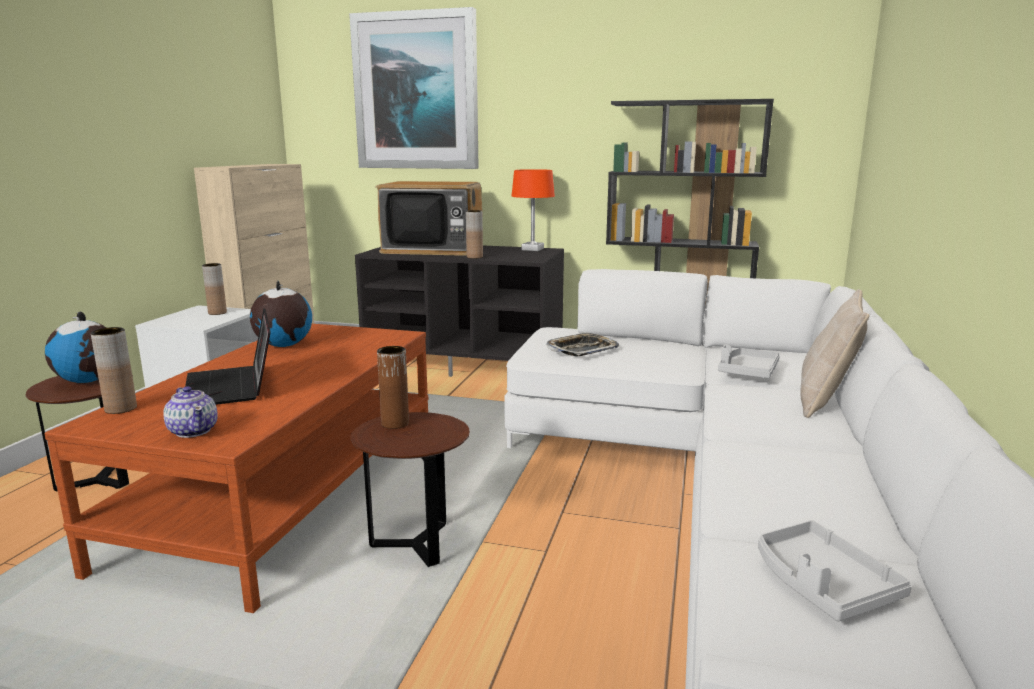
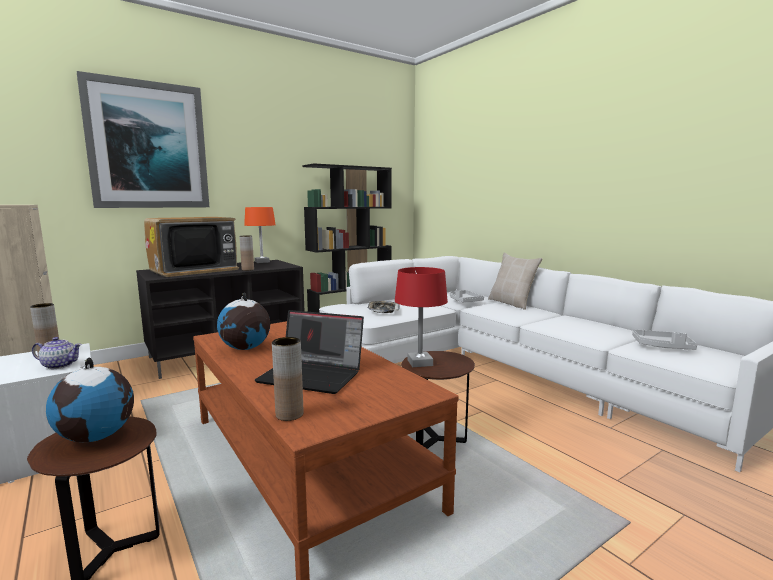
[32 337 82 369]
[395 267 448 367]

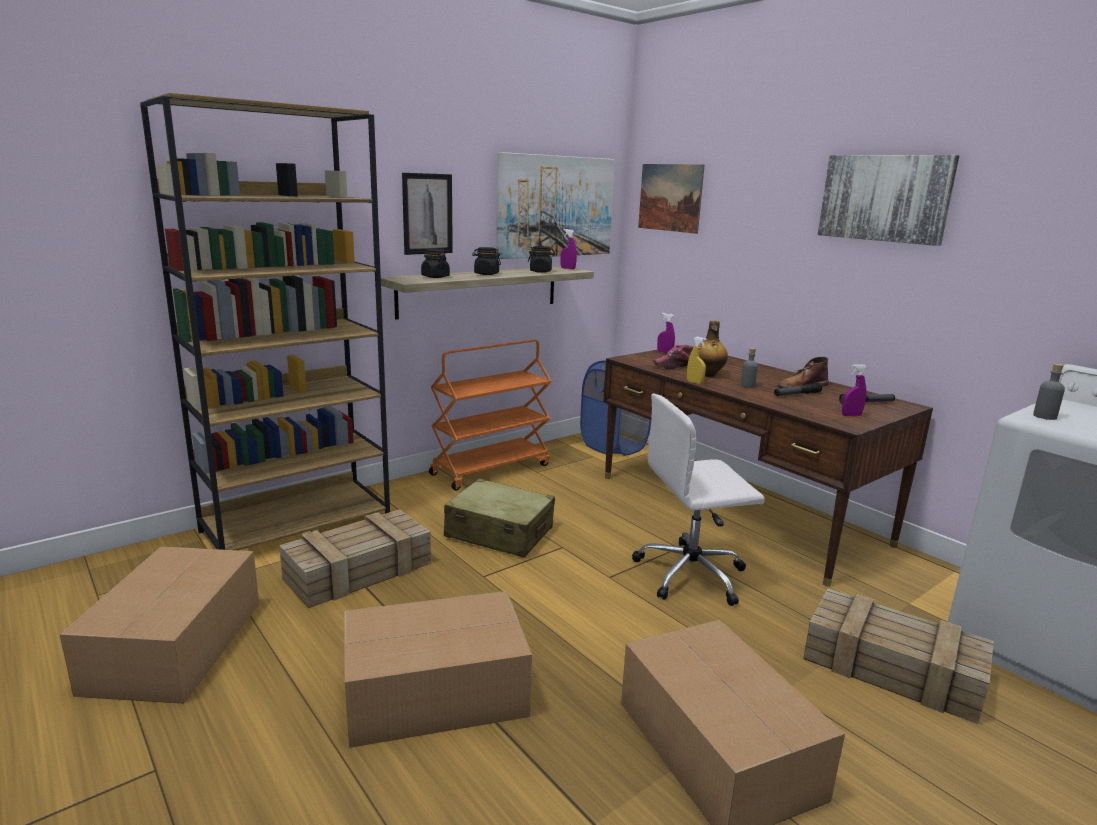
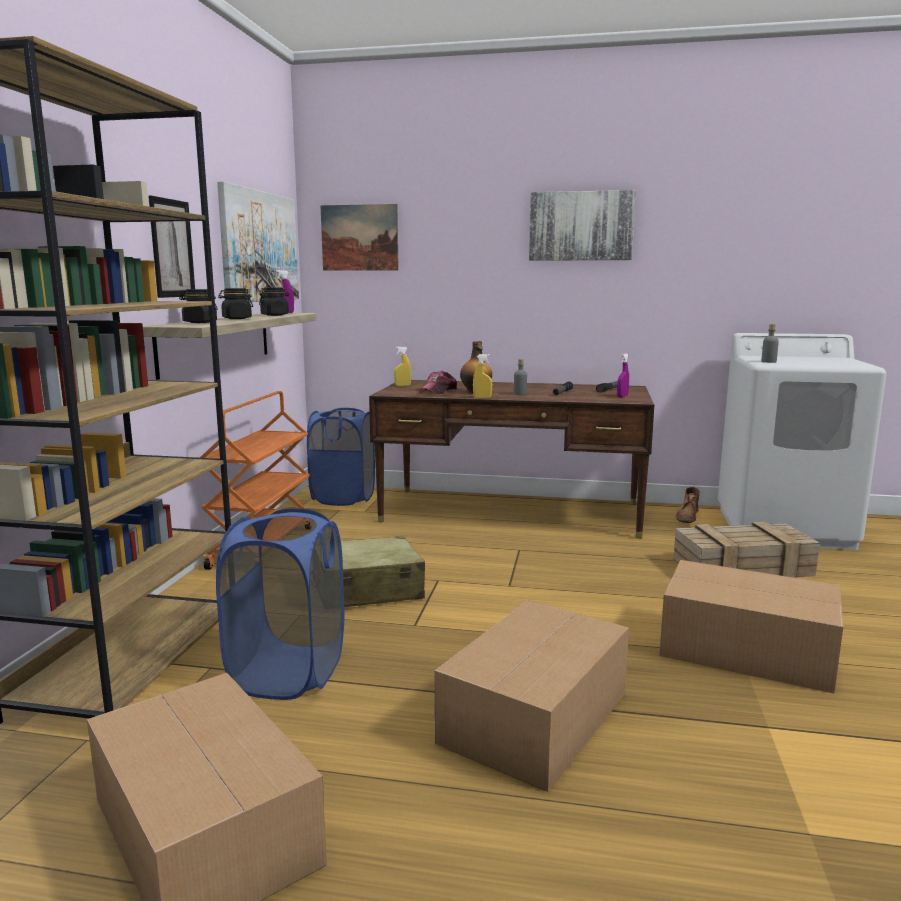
[216 508 344 700]
[394 346 411 386]
[676 487 700 523]
[632 394 765 606] (first image)

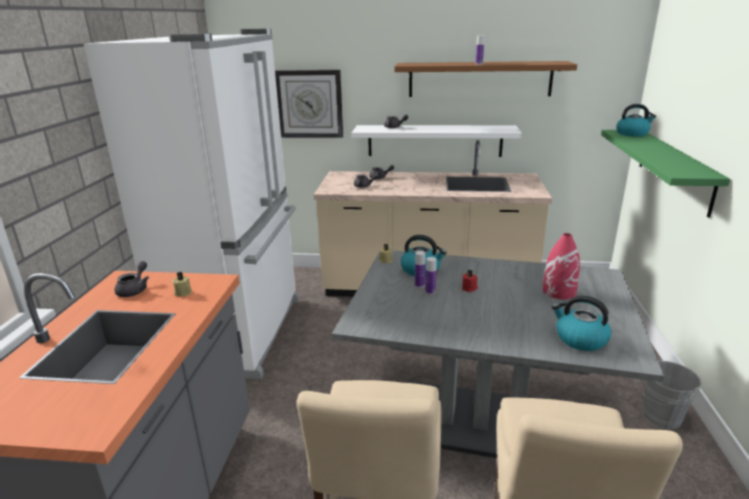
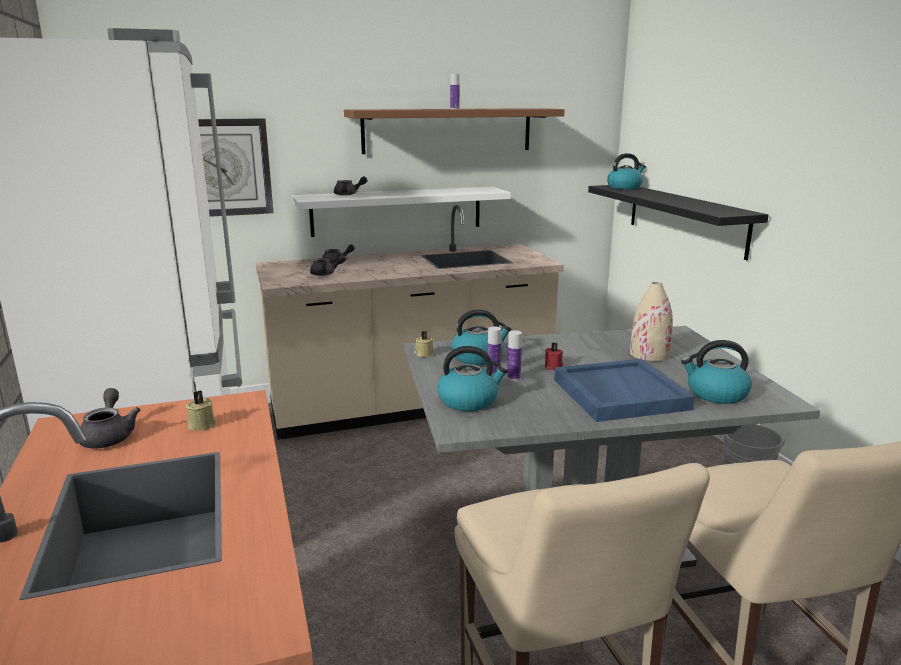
[437 346 508 411]
[554 359 695 422]
[588 185 769 260]
[630 282 673 361]

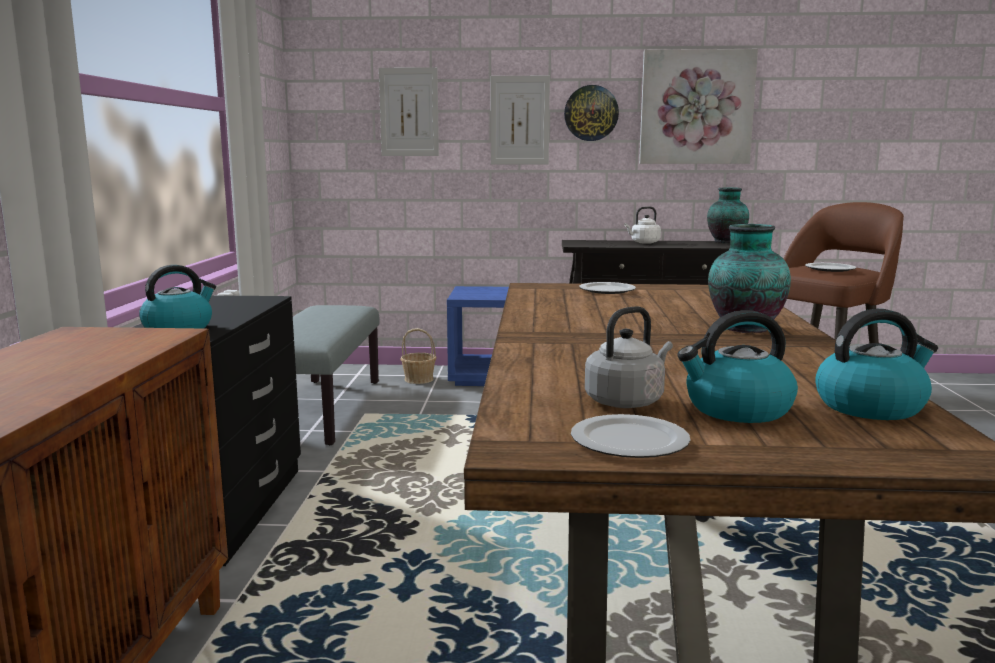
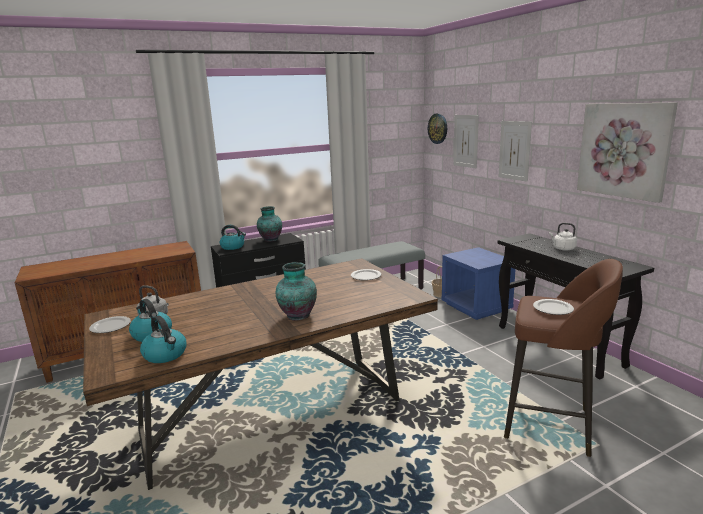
[257 206 282 242]
[428 113 447 144]

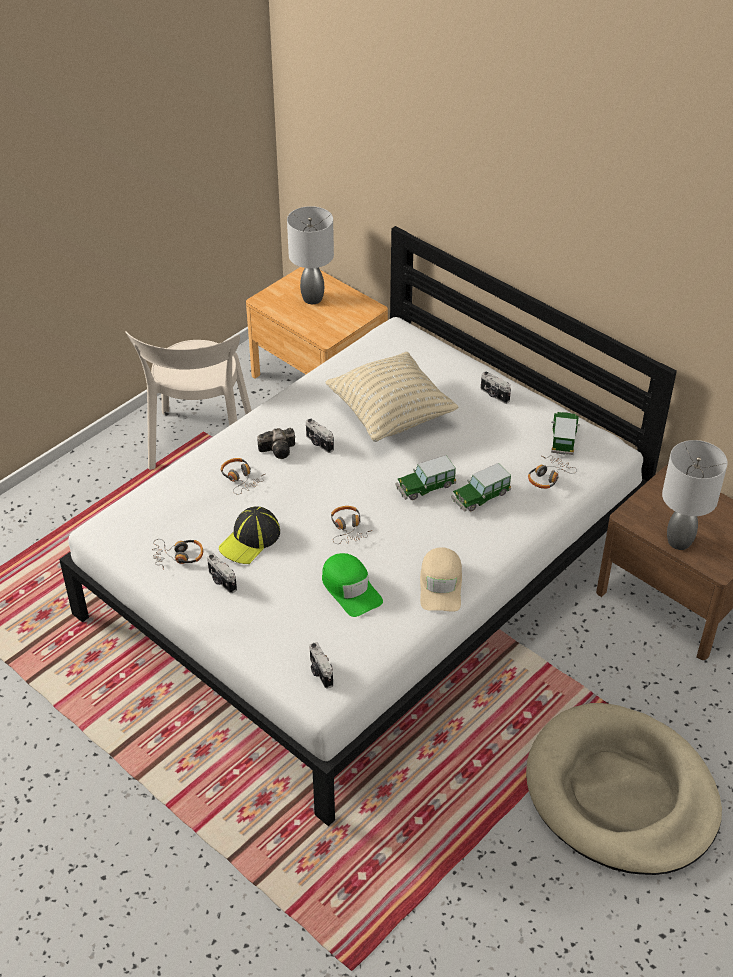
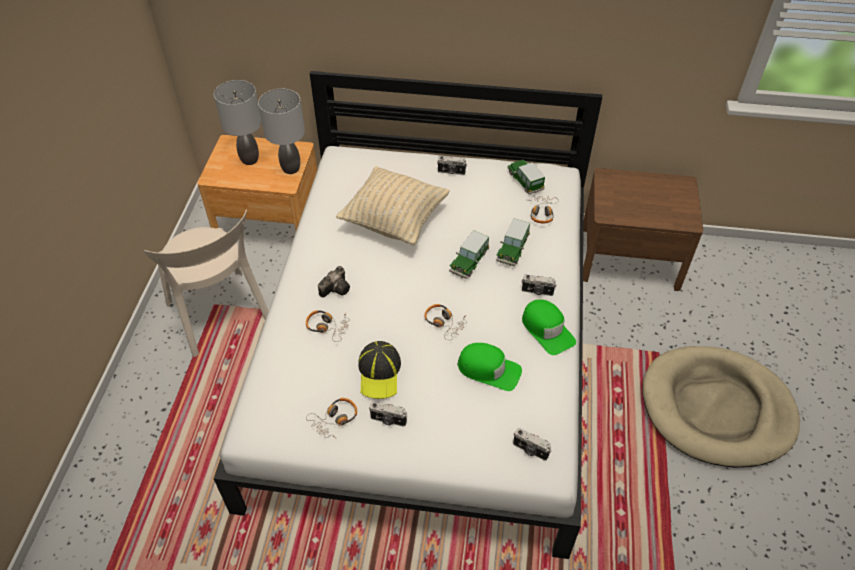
[258 89 305 174]
[522 275 557 296]
[522 299 576 355]

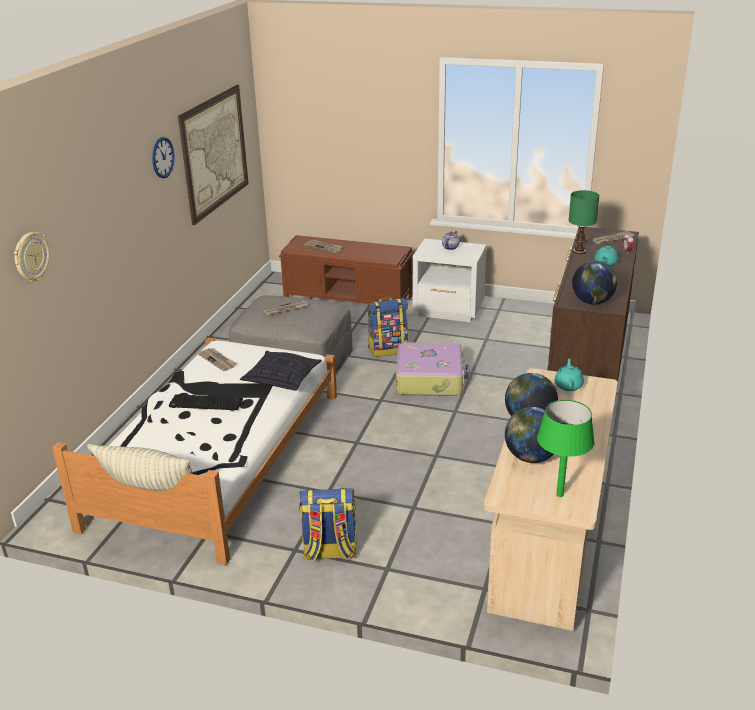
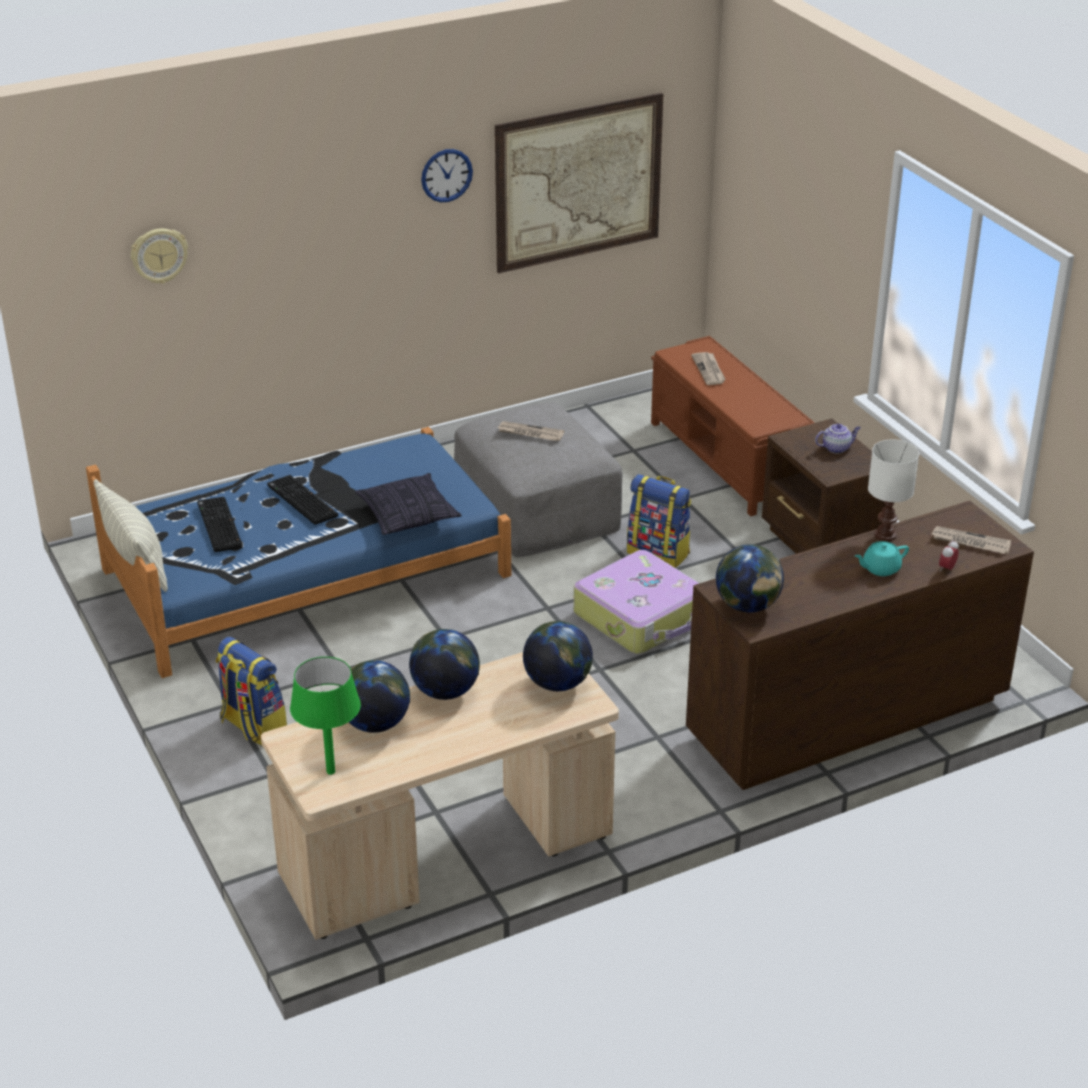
[86 427 511 678]
[197 497 243 552]
[523 621 593 691]
[762 418 886 554]
[868 439 919 541]
[198 348 236 371] (first image)

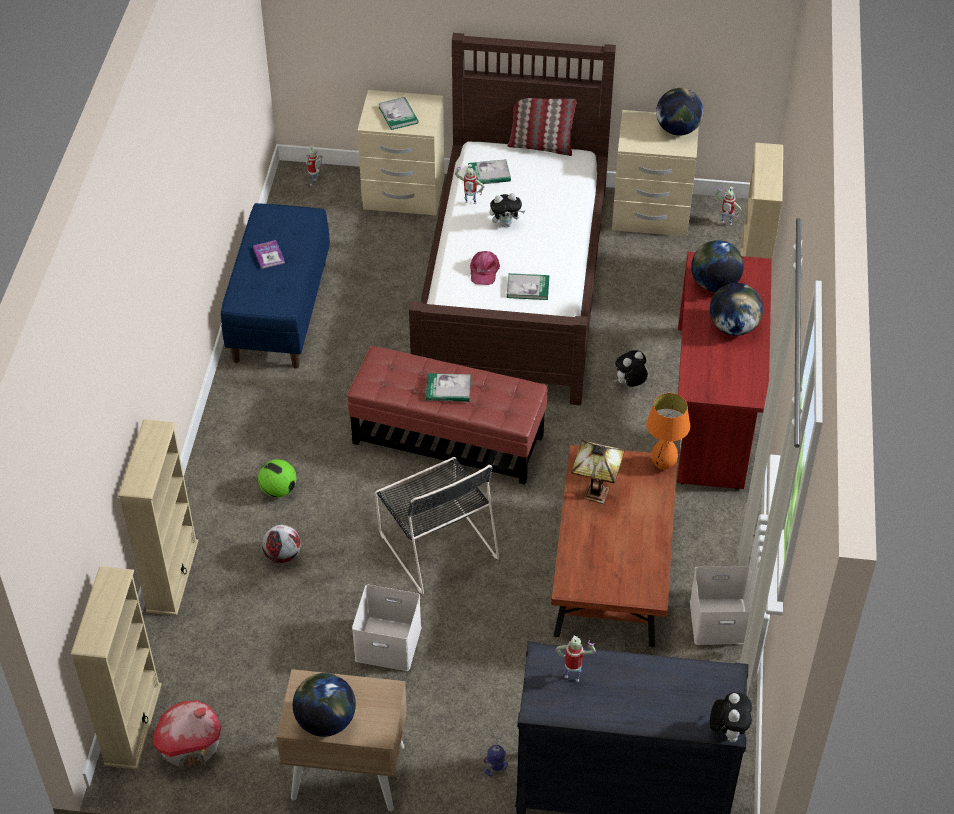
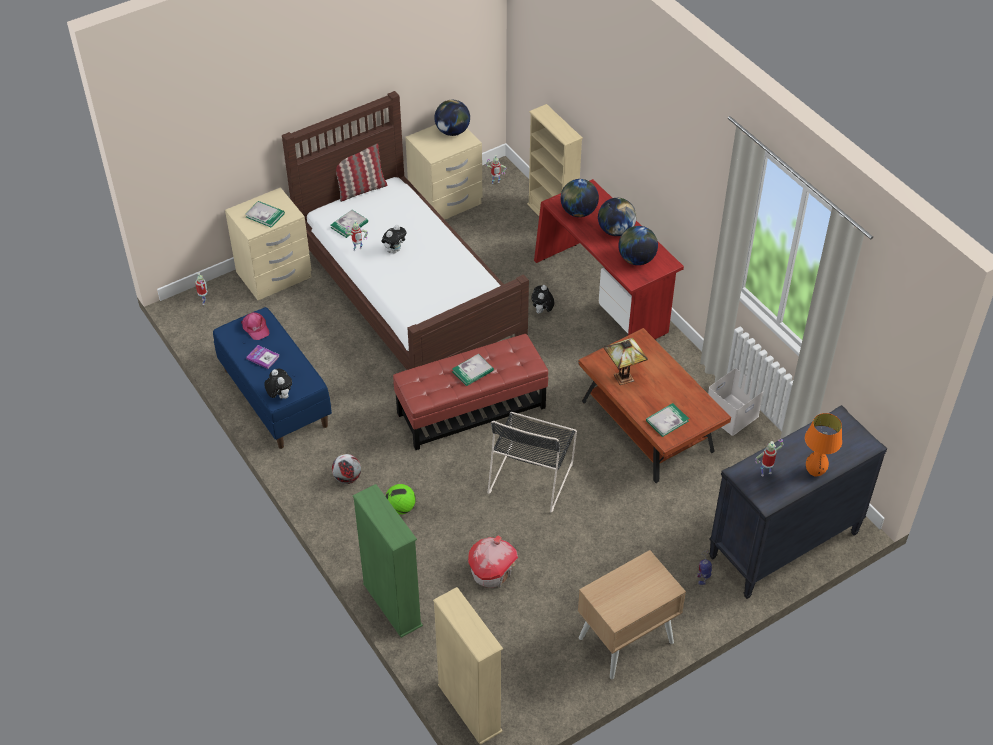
[241 312 270 340]
[264 369 292 399]
[332 454 361 484]
[353 484 423 638]
[468 535 518 588]
[488 412 577 513]
[618 226 658 265]
[646 403 689 437]
[805 413 842 477]
[352 585 421 671] (first image)

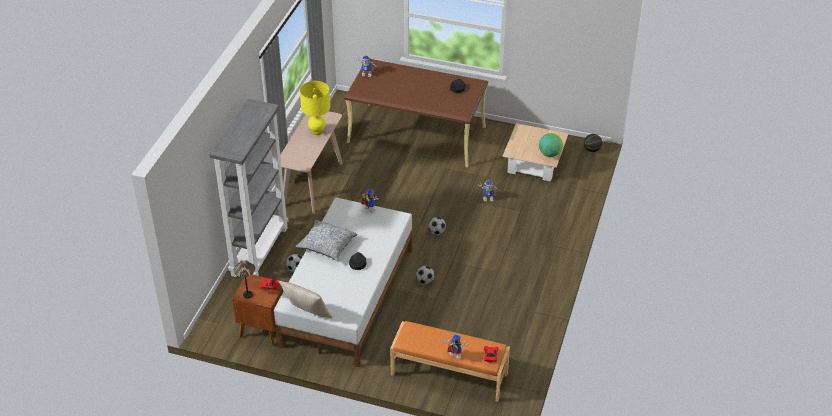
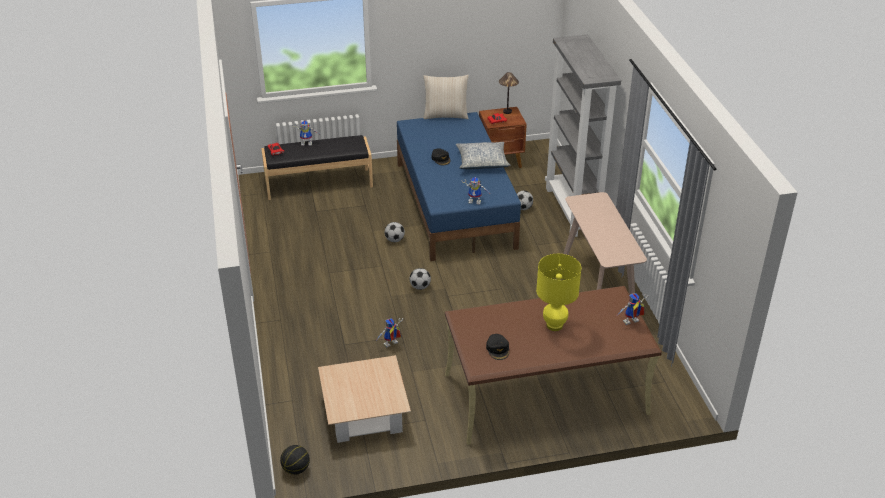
[261 135 373 200]
[397 112 521 261]
[536 254 582 331]
[539 133 563 157] (first image)

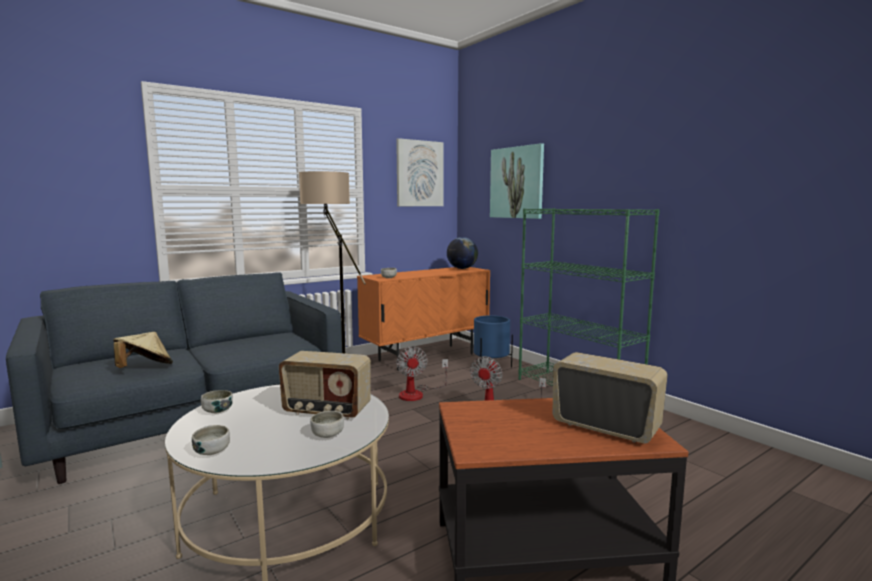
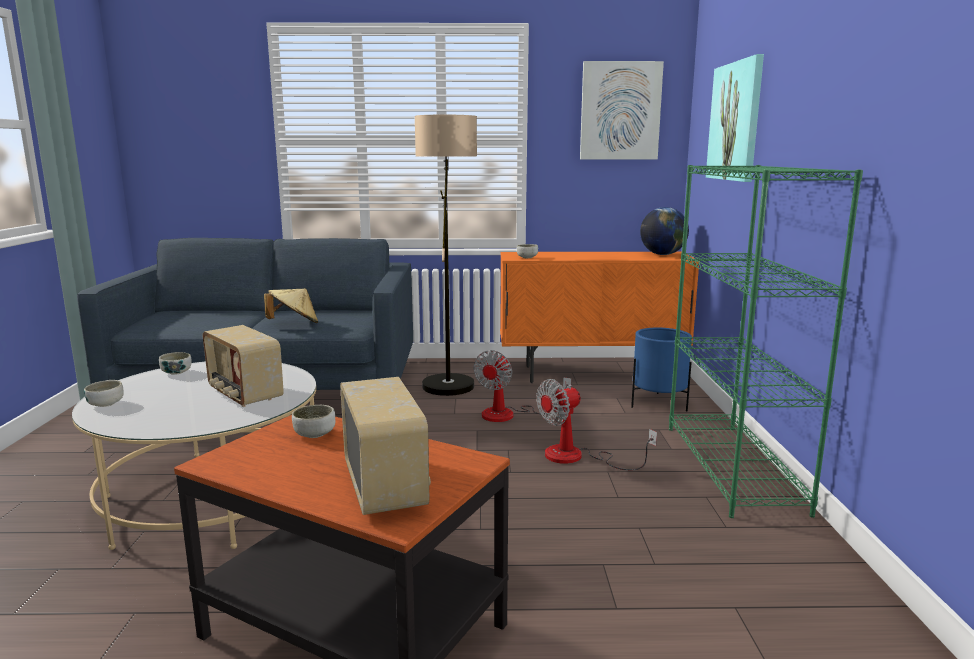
[264 289 318 323]
[292 405 335 438]

